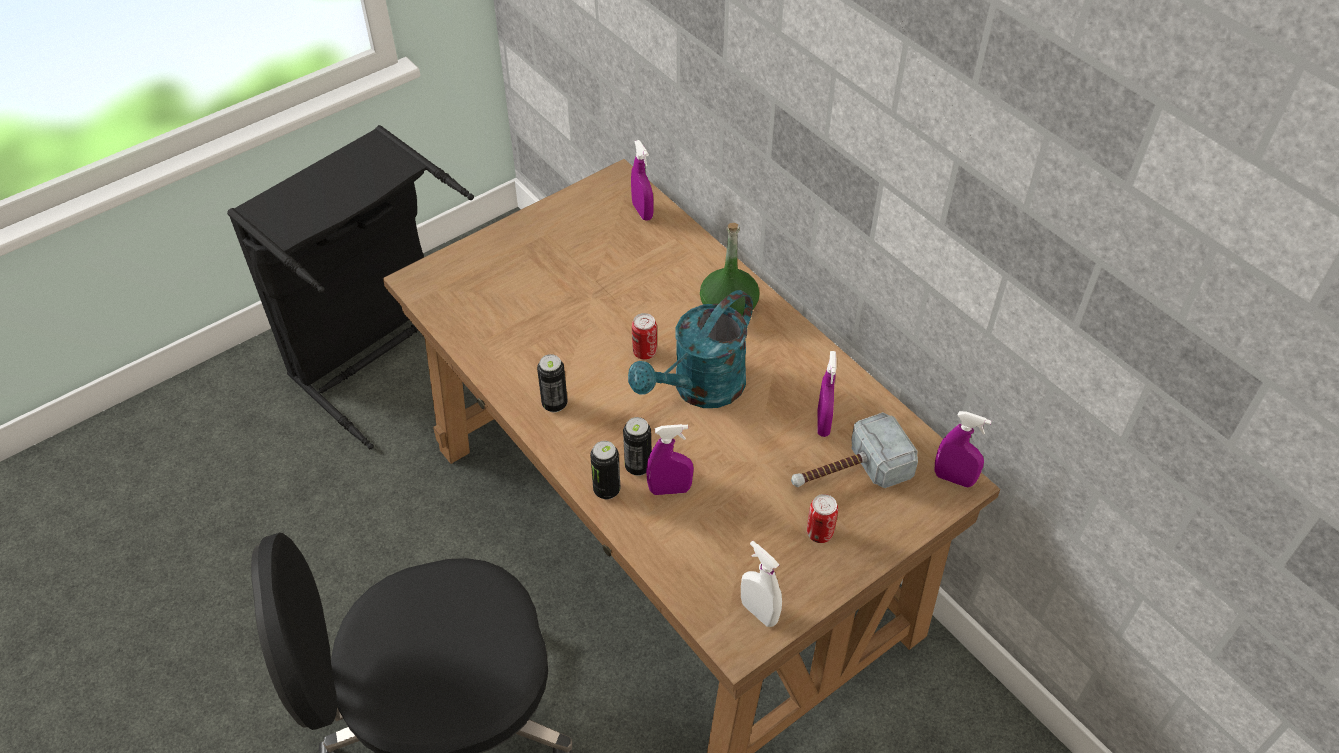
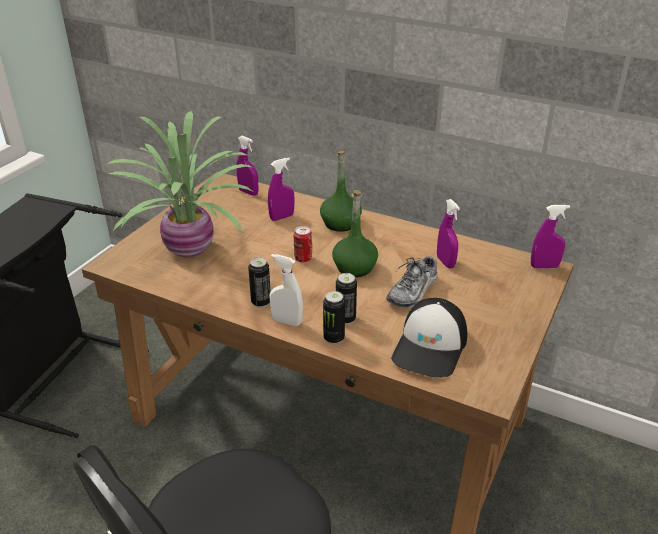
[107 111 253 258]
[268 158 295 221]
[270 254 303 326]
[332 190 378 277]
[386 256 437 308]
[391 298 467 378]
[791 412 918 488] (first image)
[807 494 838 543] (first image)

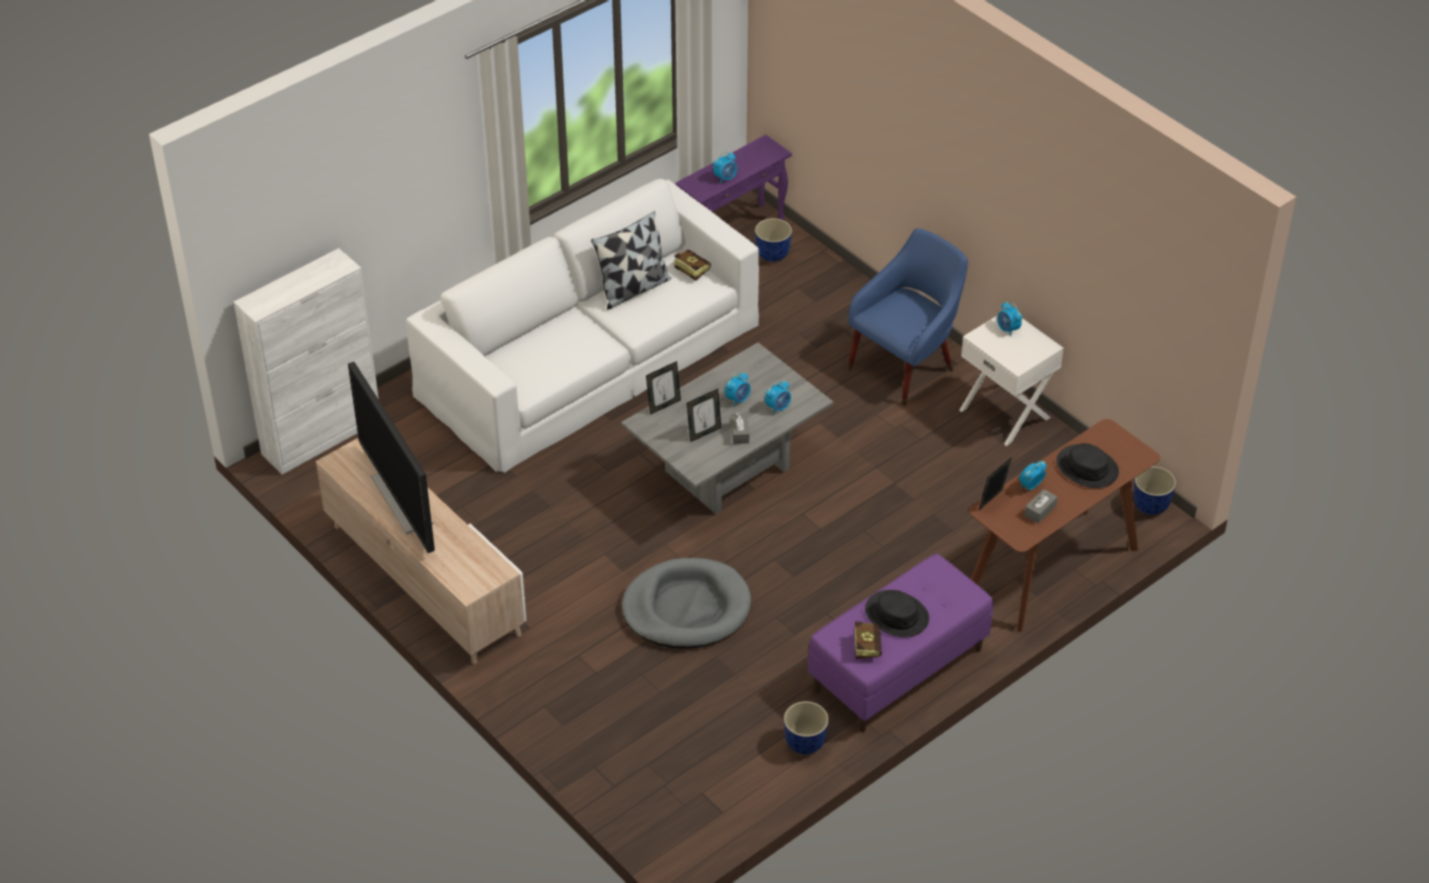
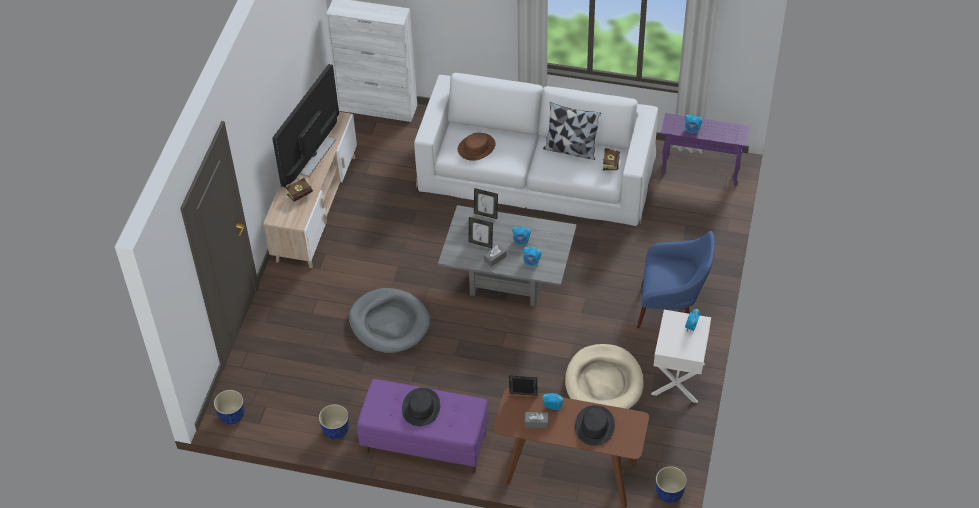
[214 390 245 425]
[286 178 313 201]
[458 132 495 161]
[565 344 644 409]

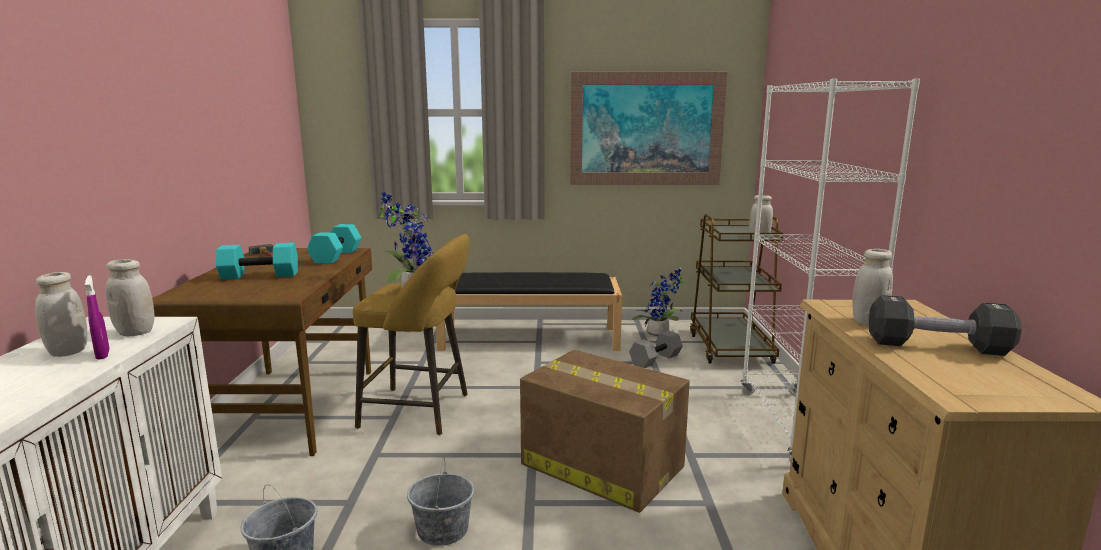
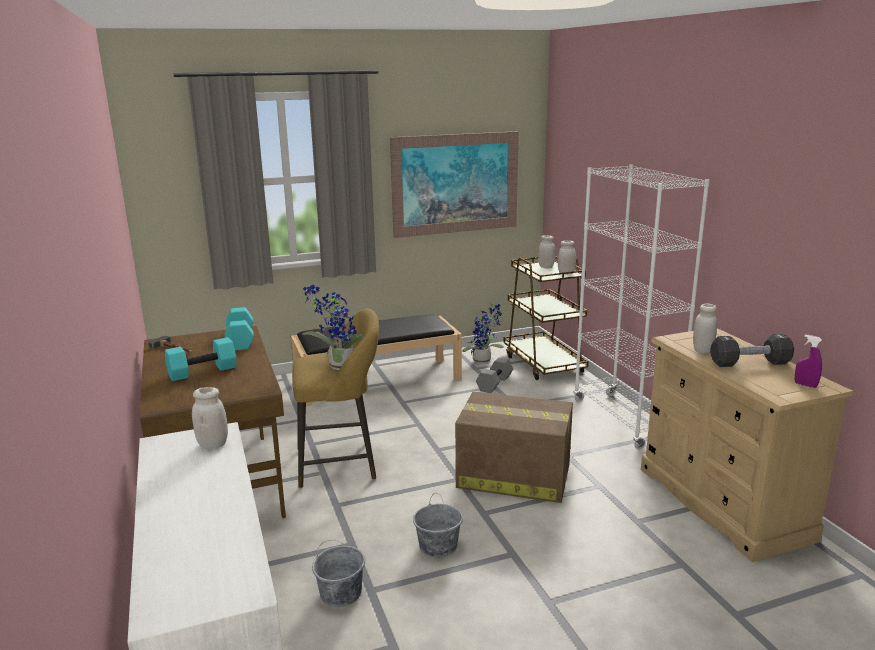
[538 235 555 269]
[795 335 822 388]

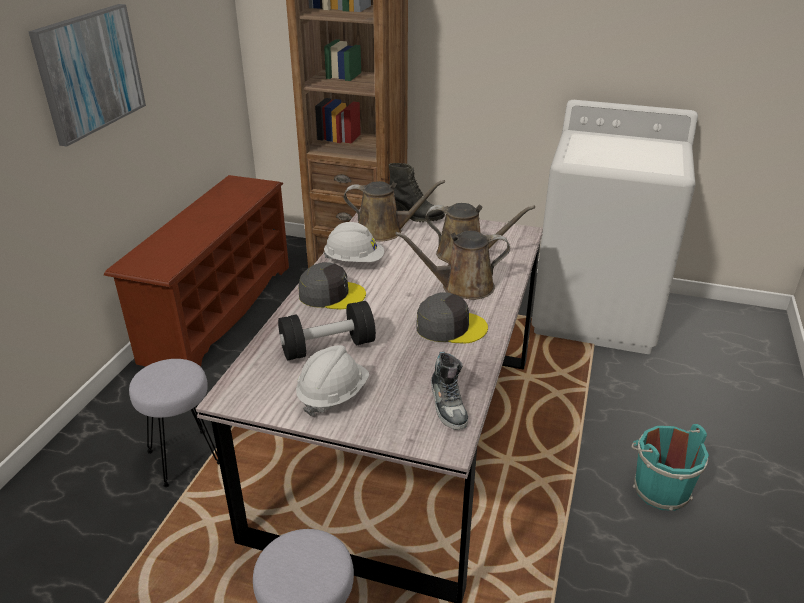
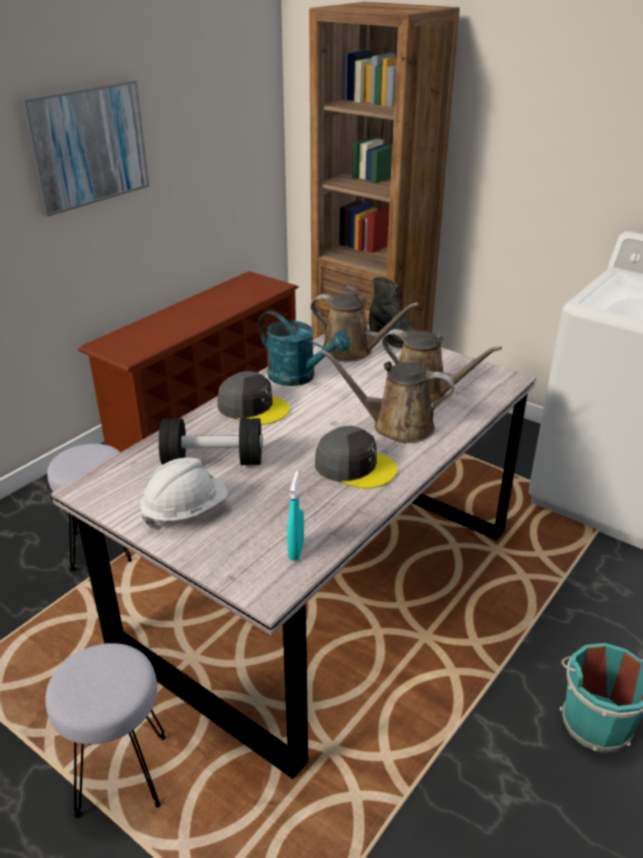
[258 311 351 386]
[287 471 304 561]

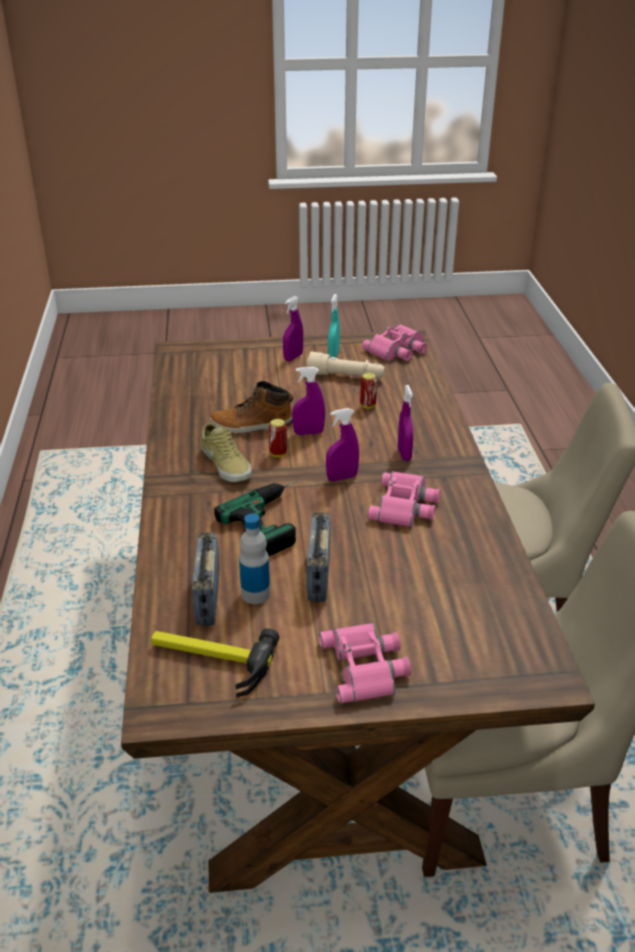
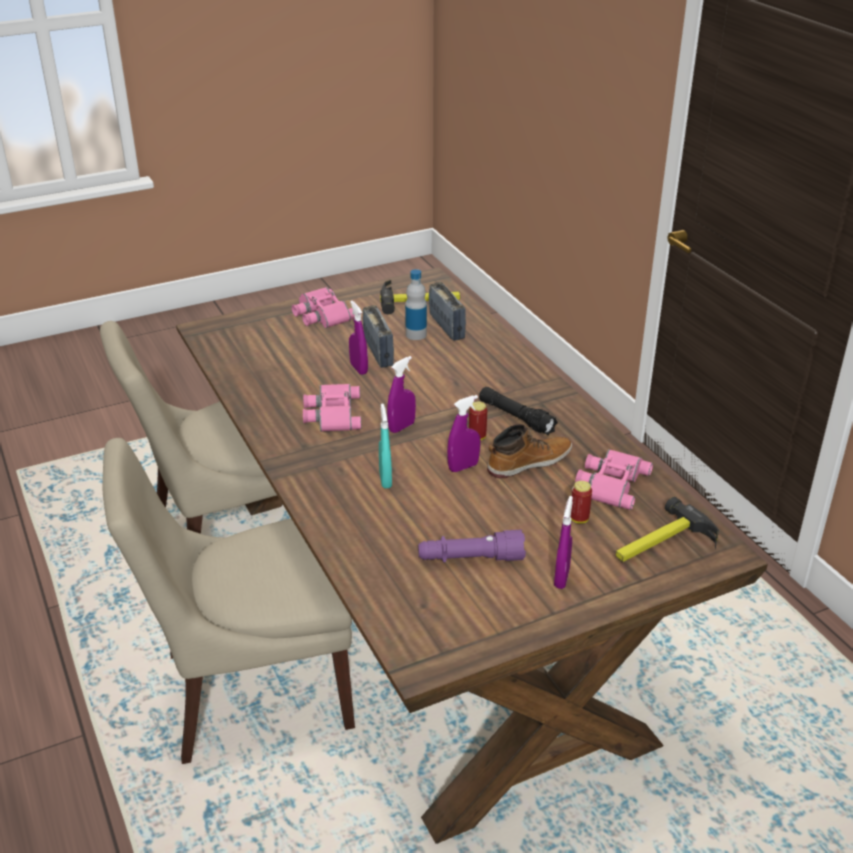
[349 300 368 375]
[379 403 392 488]
[418 530 526 563]
[479 387 558 435]
[571 481 592 524]
[575 449 653 510]
[616 497 719 562]
[214 481 298 556] (first image)

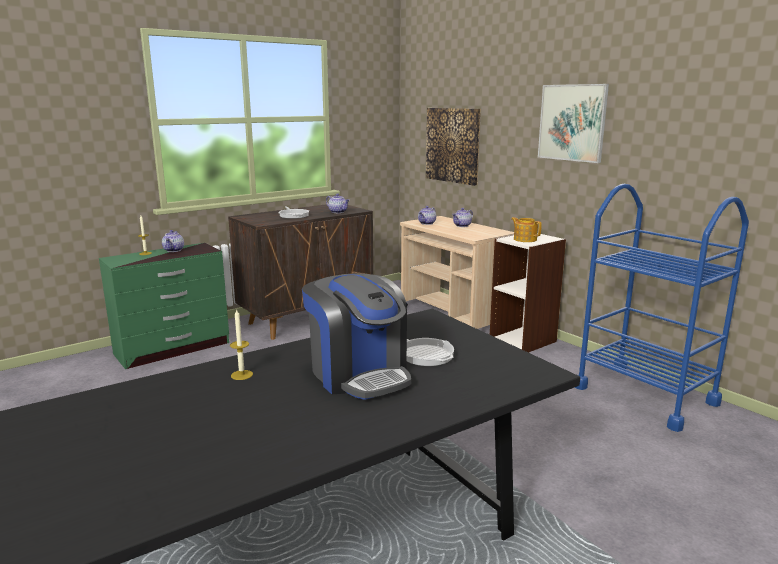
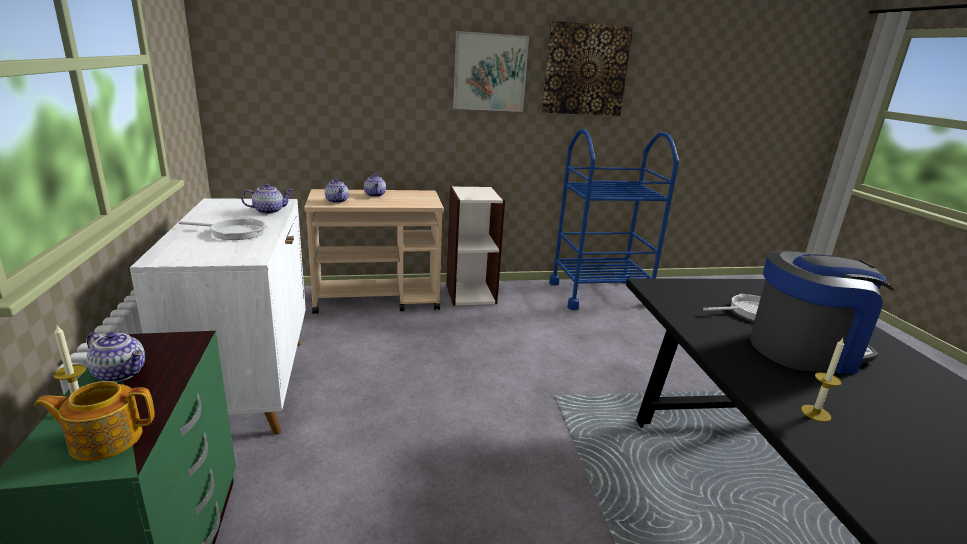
[34 381 155 461]
[130 198 306 435]
[542 21 634 116]

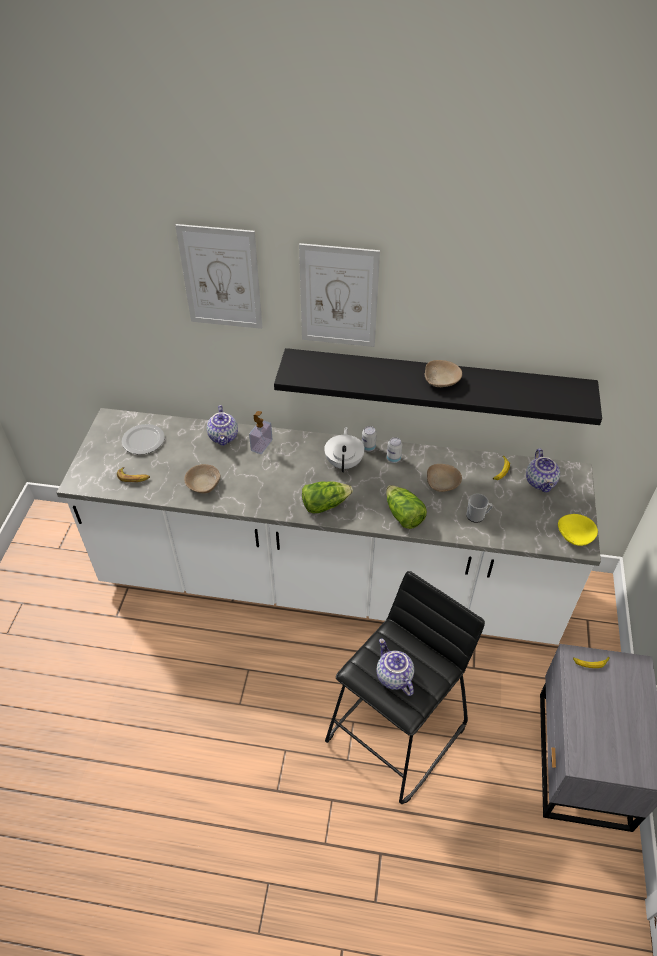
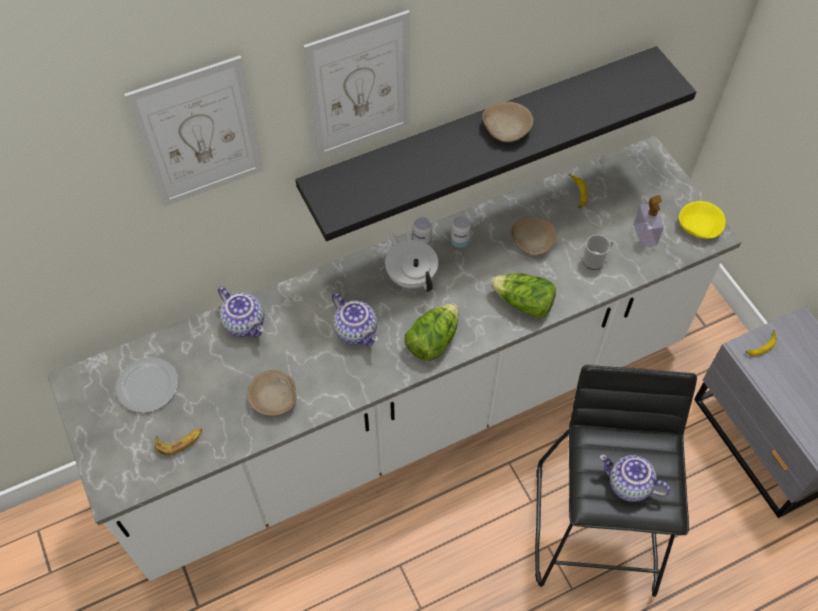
[332 293 378 346]
[634 195 664 248]

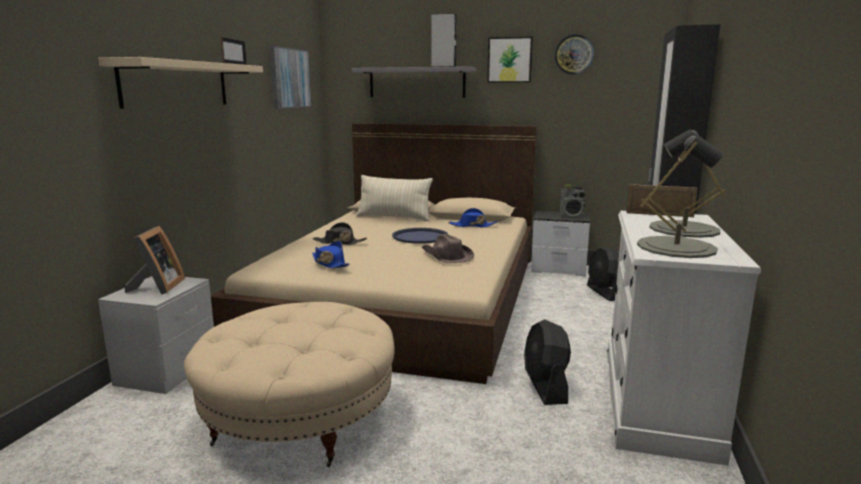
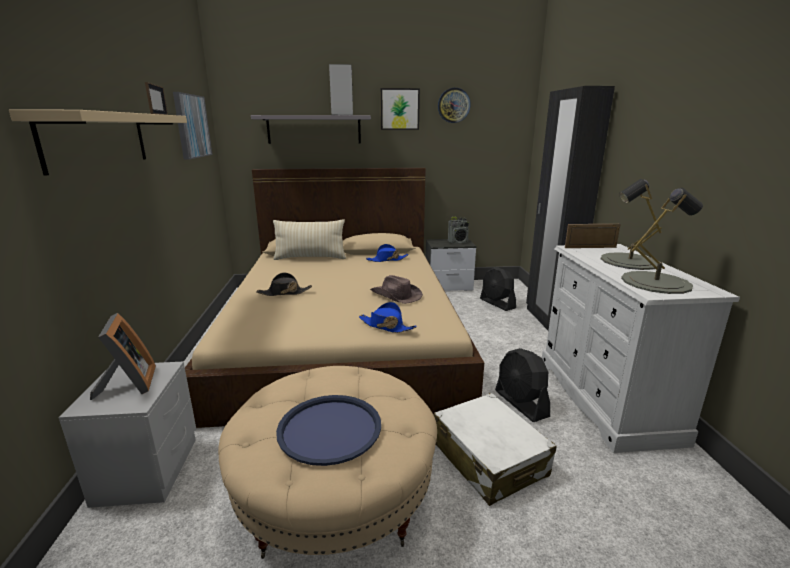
[276 395 381 466]
[359 302 417 333]
[434 393 557 506]

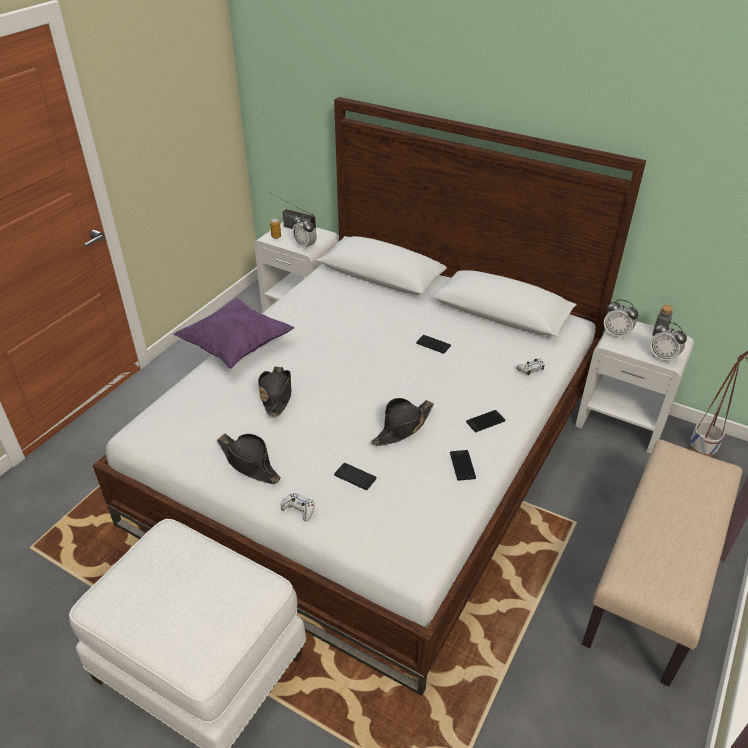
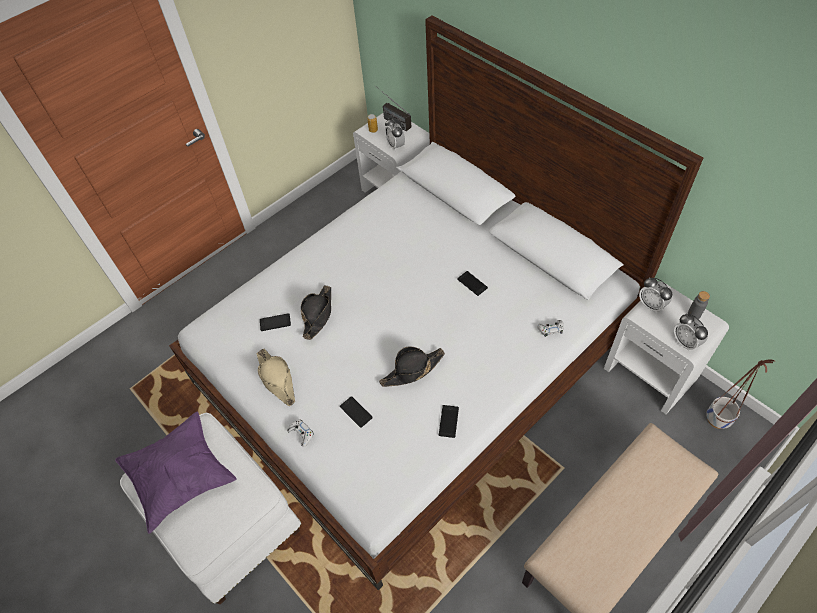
[115 411 237 534]
[256 349 295 406]
[260 313 291 331]

